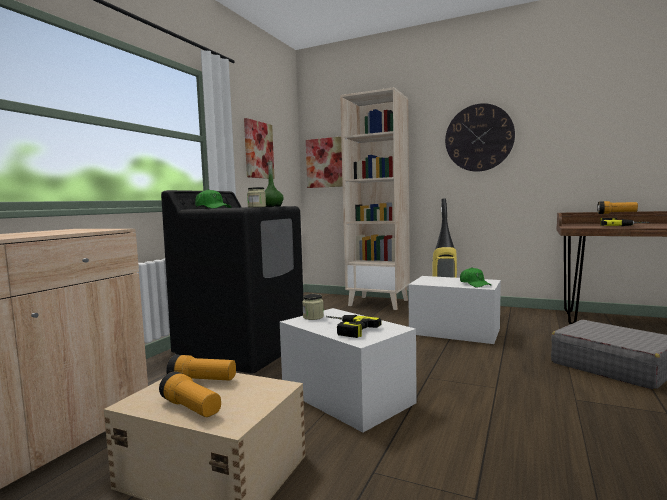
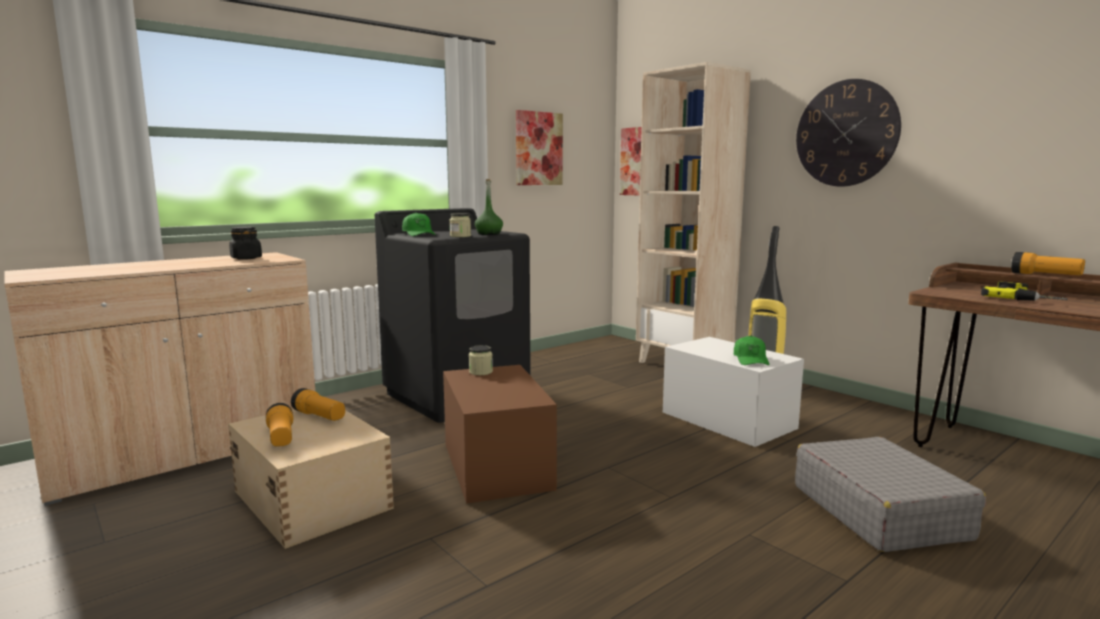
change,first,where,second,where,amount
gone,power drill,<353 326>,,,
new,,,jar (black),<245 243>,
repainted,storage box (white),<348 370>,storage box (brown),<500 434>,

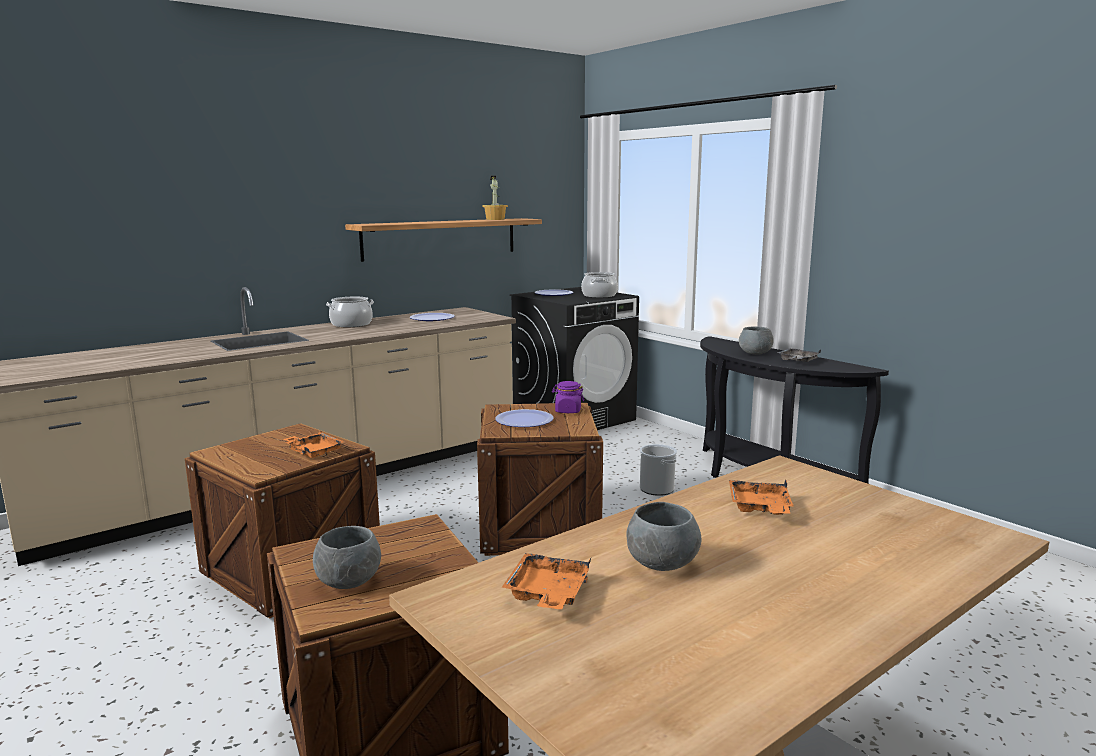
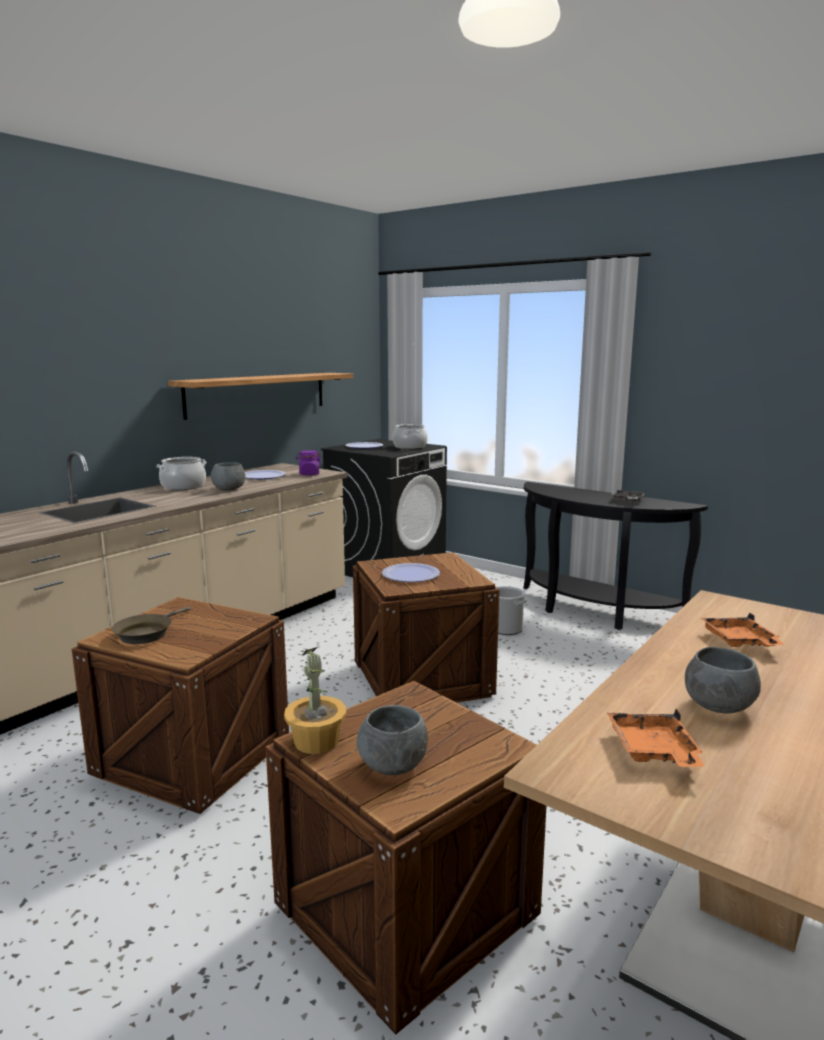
change,first,where,second,where,amount
gone,tray (orange),<313 445>,,,
new,,,frying pan (brown),<151 625>,
shifted,potted plant,<495 198>,,<315 700>,
shifted,jar (purple),<568 397>,,<309 463>,
shifted,bowl (grey),<756 340>,,<228 476>,

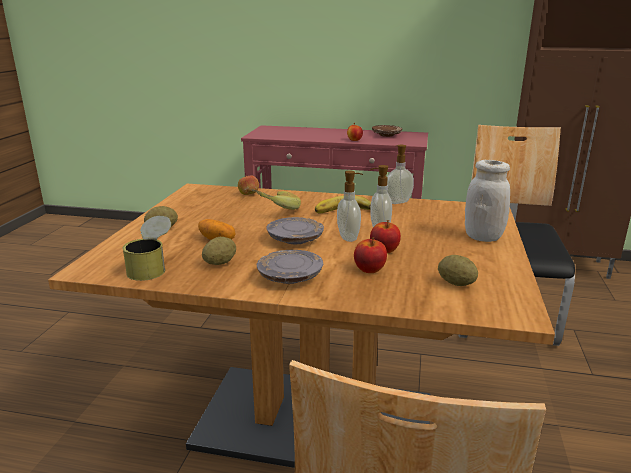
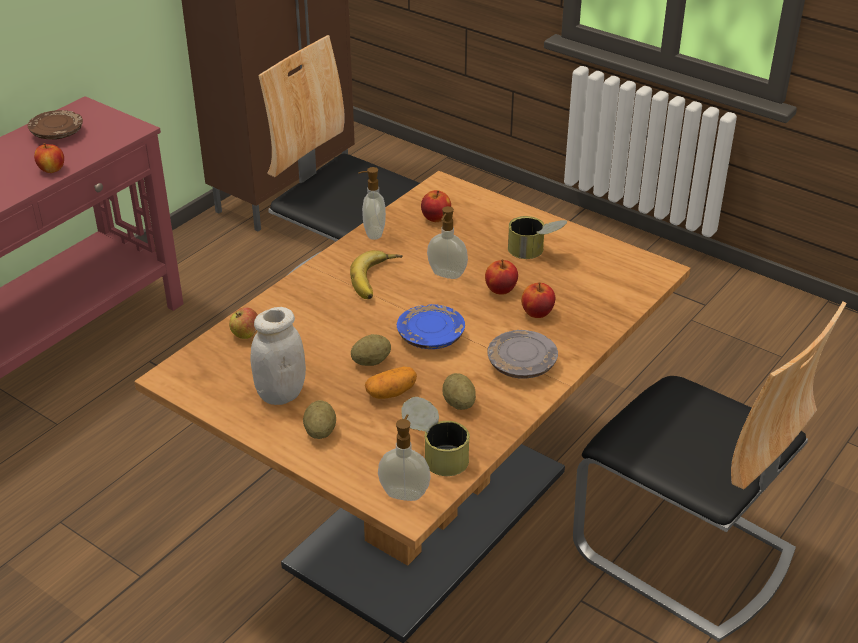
change,first,where,second,where,amount
gone,banana,<276 199>,,,
new,,,apple,<436 206>,
new,,,can,<537 237>,
shifted,soap dispenser,<350 206>,,<404 457>,
shifted,potato,<458 270>,,<371 350>,
shifted,jar (white),<487 201>,,<278 356>,
repainted,plate (grey),<295 231>,plate (blue),<431 326>,

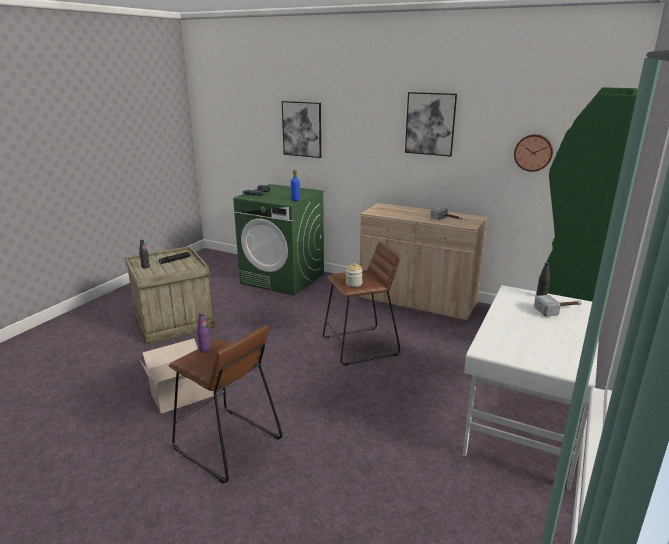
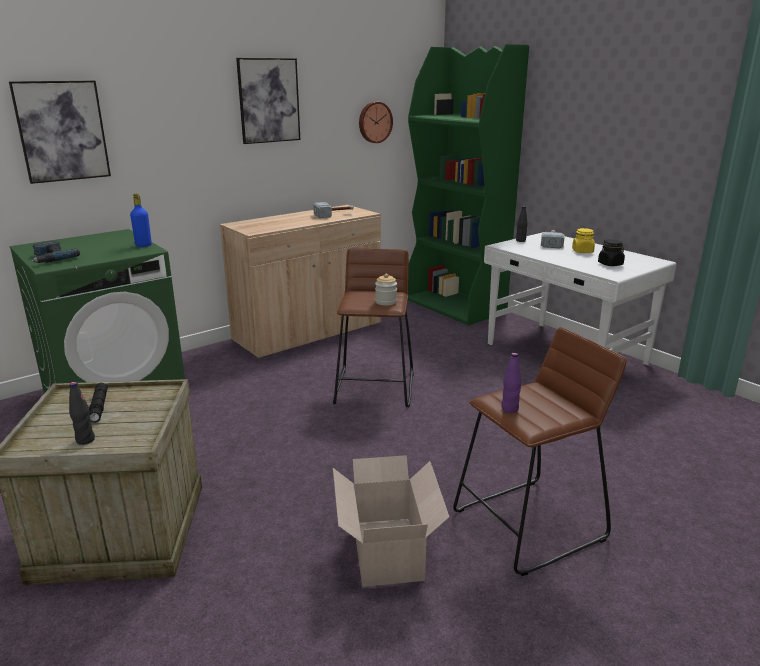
change,first,where,second,where,amount
new,,,jar (yellow),<583 240>,
new,,,jar (black),<611 253>,

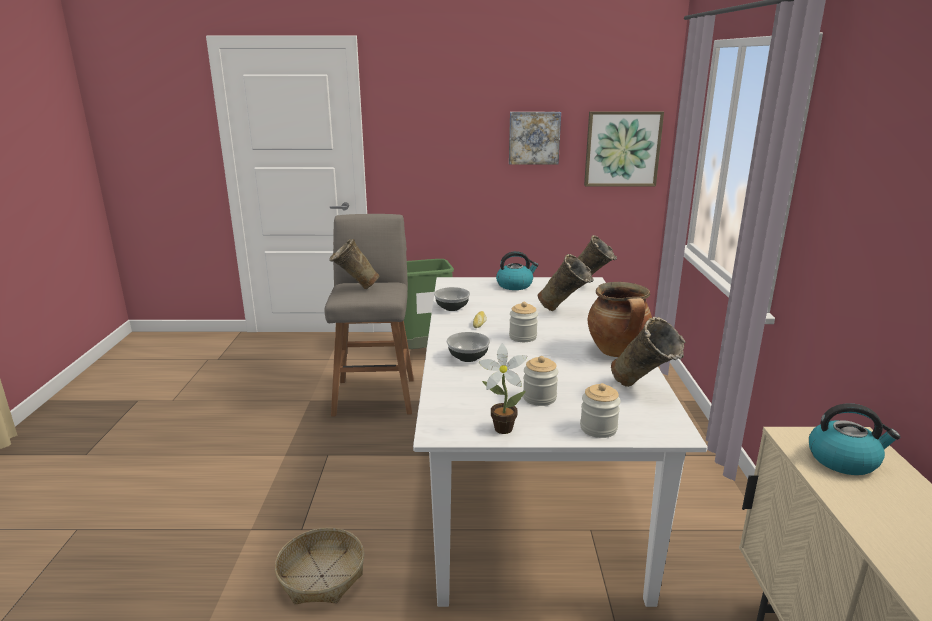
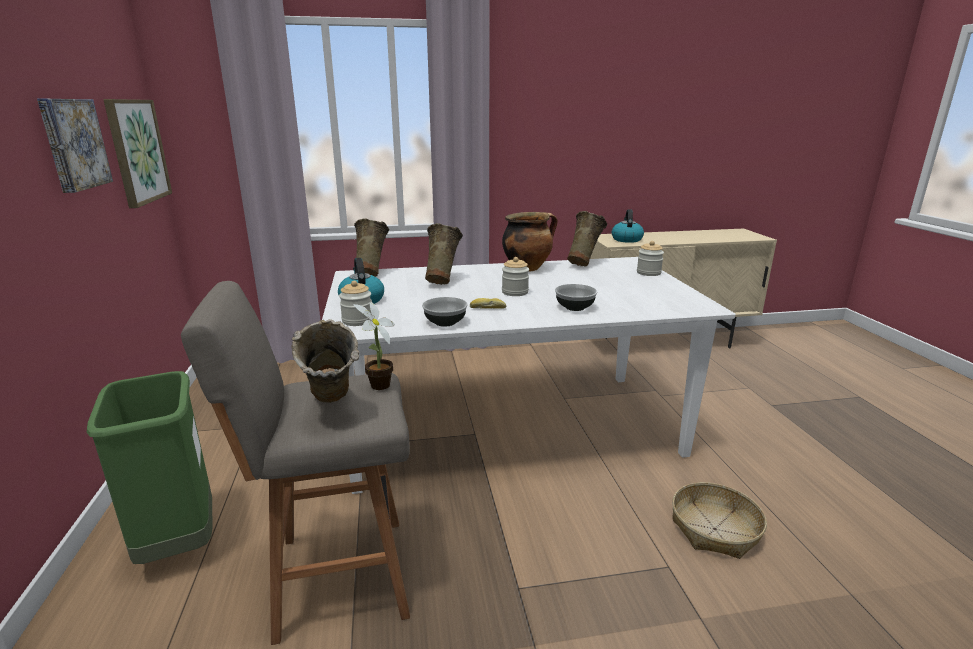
change,first,where,second,where,amount
shifted,potted plant,<503 389>,,<374 346>,
shifted,jar,<540 381>,,<355 303>,

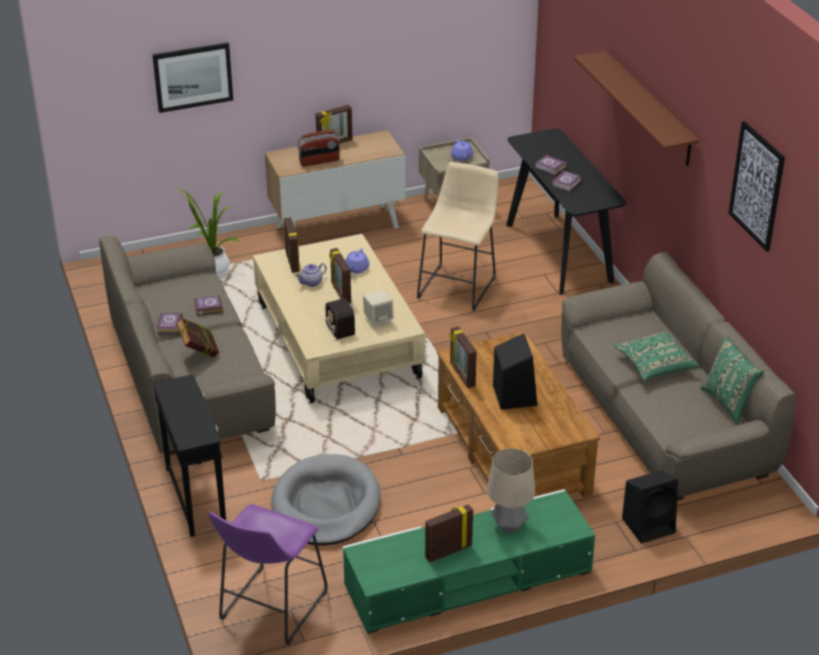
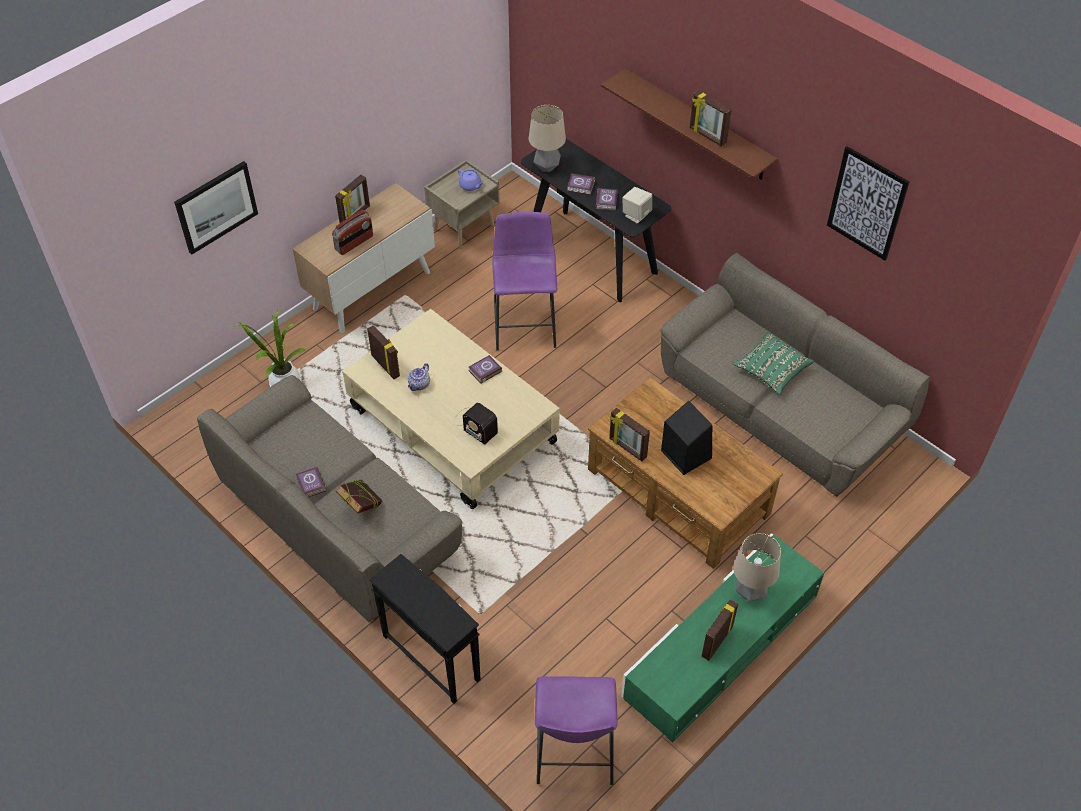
change,first,where,second,where,amount
gone,dog bed (grey),<326 500>,,,
gone,teapot (purple),<357 261>,,,
gone,speaker (black),<650 507>,,,
gone,pillow (green),<732 380>,,,
new,,,table lamp,<547 138>,
shifted,book,<208 305>,,<485 369>,
shifted,picture frame,<340 276>,,<711 118>,
shifted,speaker (beige),<378 309>,,<637 205>,
repainted,stool (beige),<457 236>,stool (purple),<524 281>,

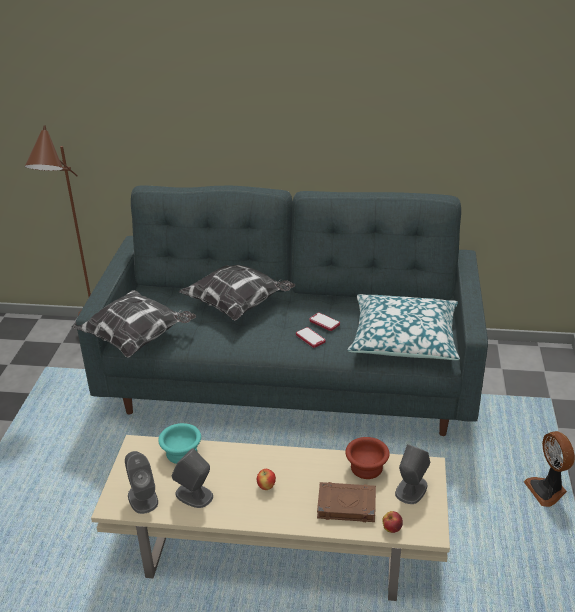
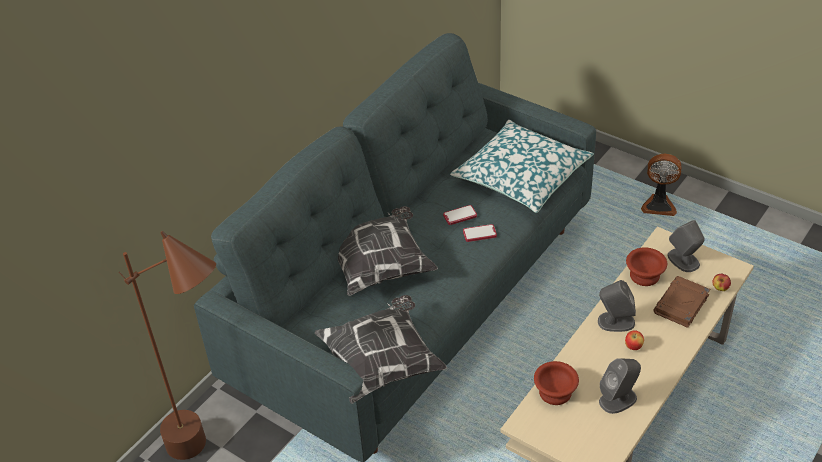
change,first,where,second,where,amount
shifted,speaker (grey),<141 482>,,<617 306>,
repainted,bowl (turquoise),<179 443>,bowl (brown),<556 383>,

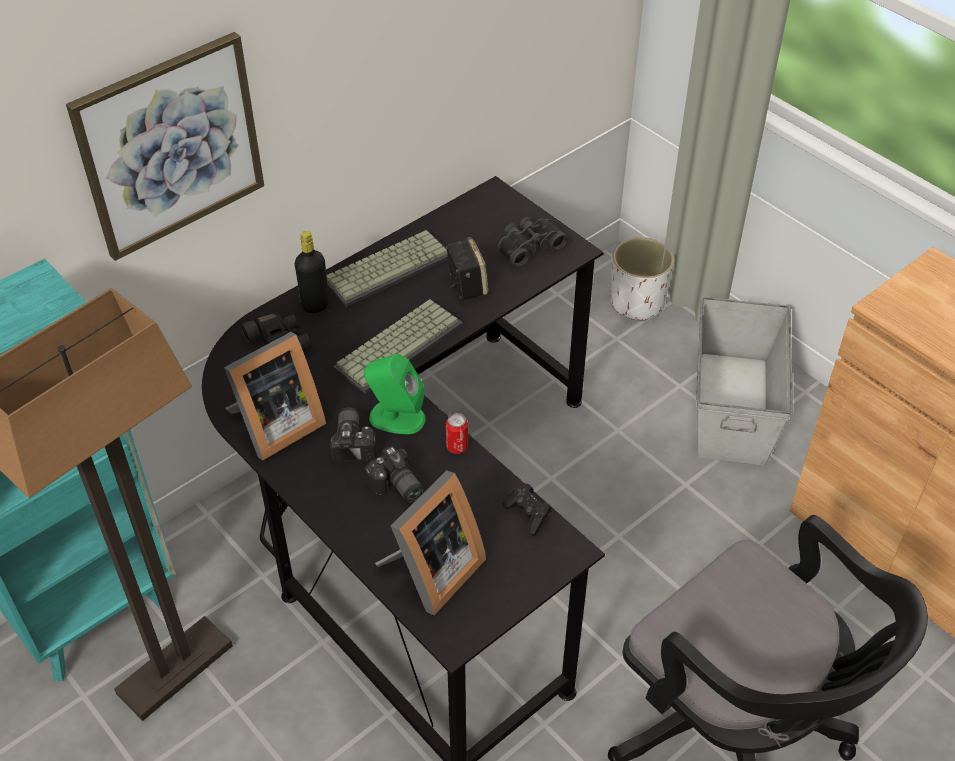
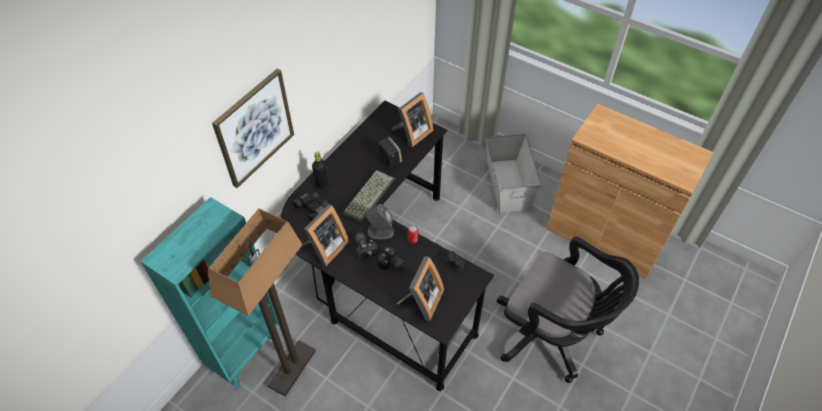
change,first,where,second,where,amount
gone,keyboard,<387 268>,,,
gone,planter (white),<642 279>,,,
swapped,binoculars (black),<533 242>,picture frame,<412 119>,
repainted,speaker (green),<395 394>,speaker (grey),<379 221>,

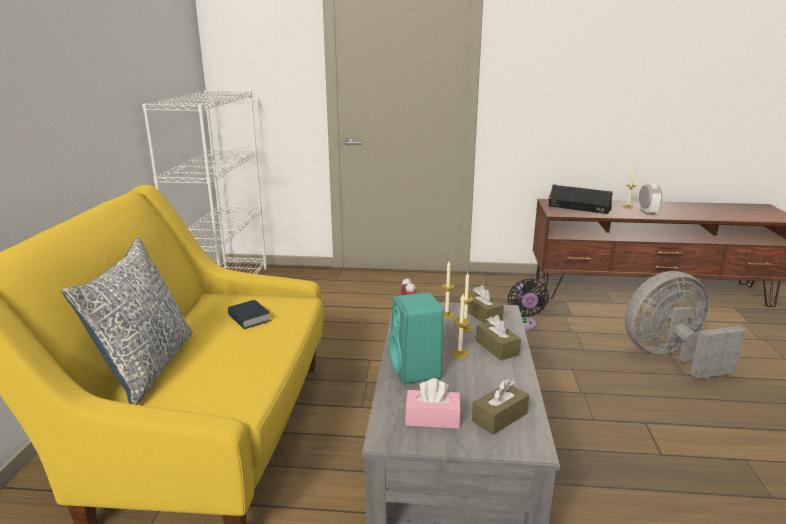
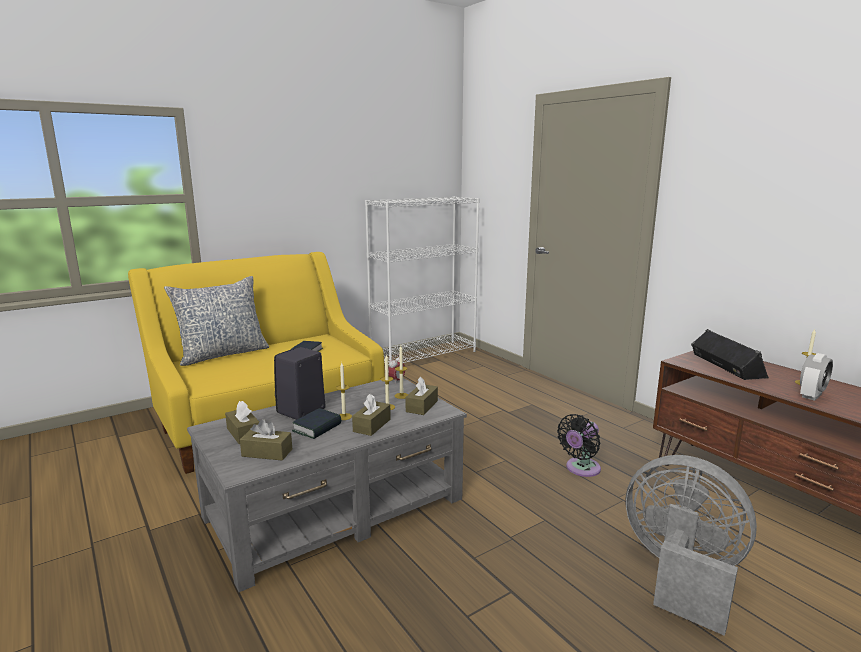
change,first,where,second,where,amount
new,,,book,<316 423>,
repainted,speaker (turquoise),<416 338>,speaker (black),<299 383>,
repainted,tissue box (pink),<433 403>,tissue box (brown),<242 422>,

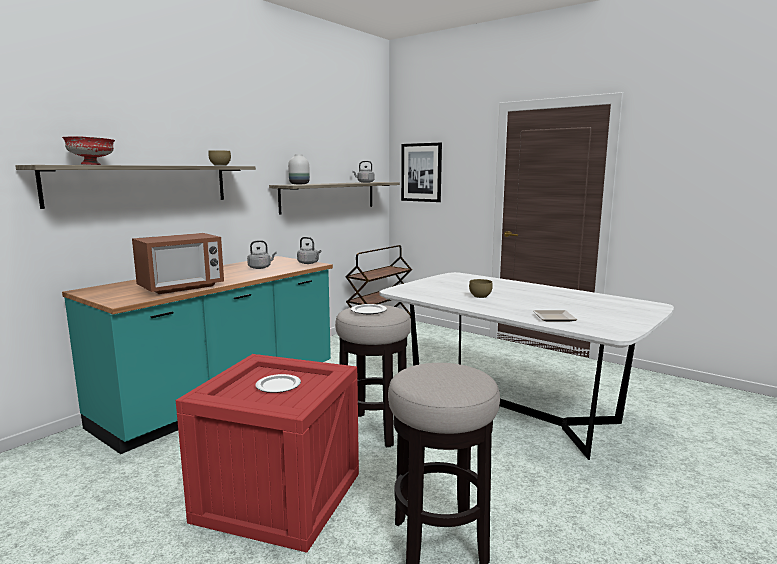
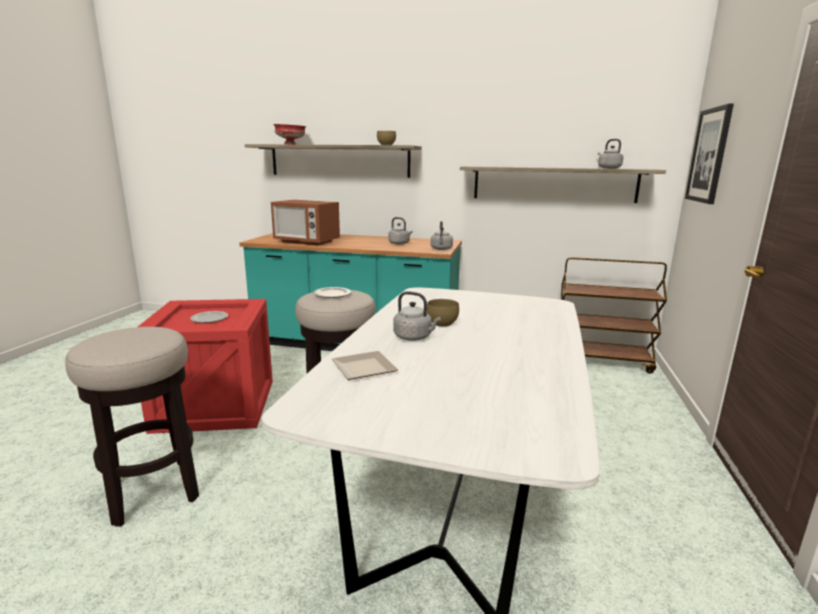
change,first,where,second,where,amount
gone,vase (white),<299 169>,,,
new,,,kettle (grey),<417 315>,

